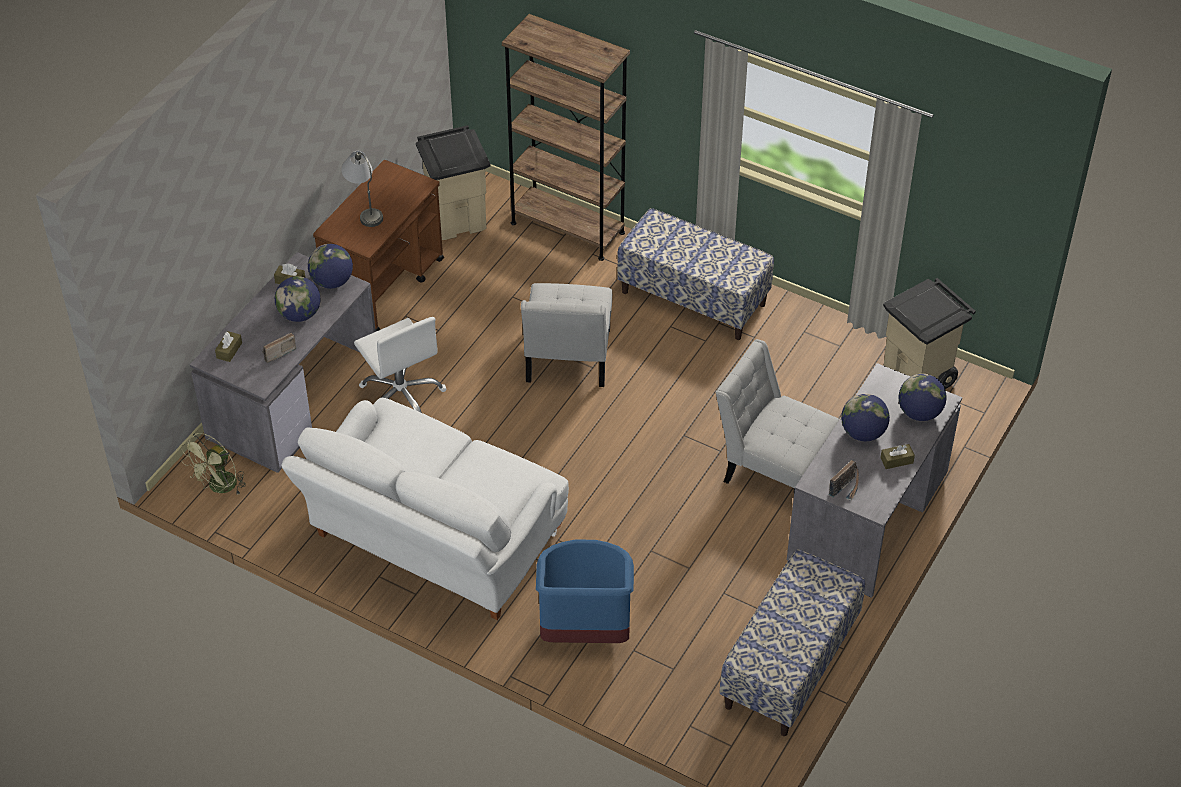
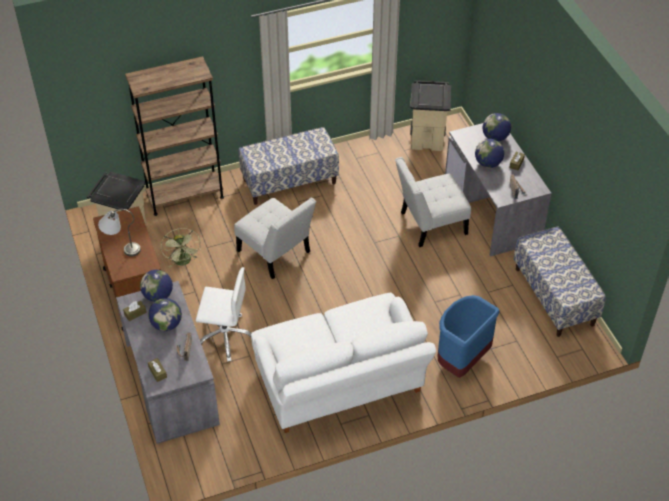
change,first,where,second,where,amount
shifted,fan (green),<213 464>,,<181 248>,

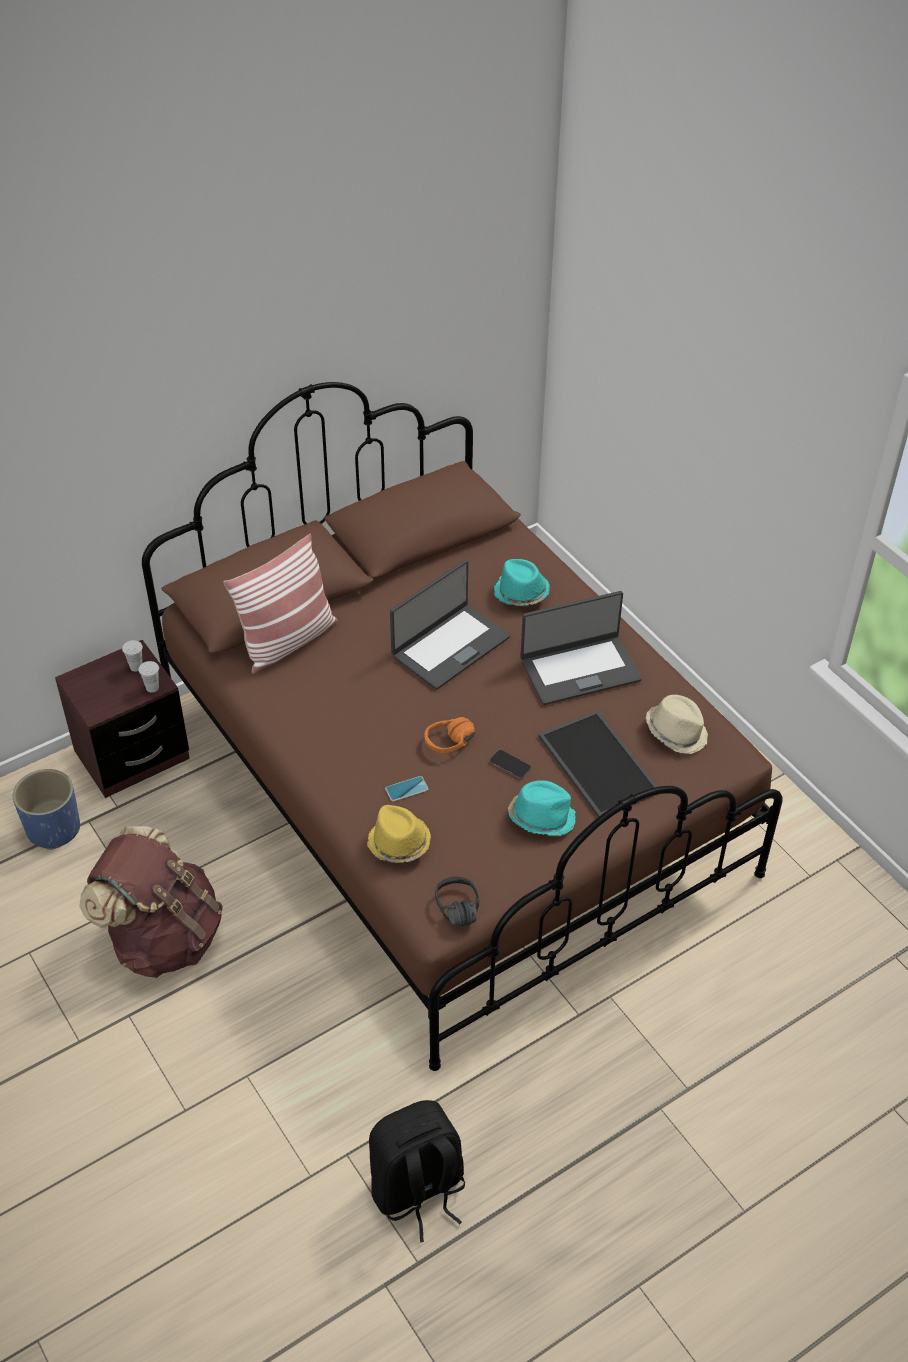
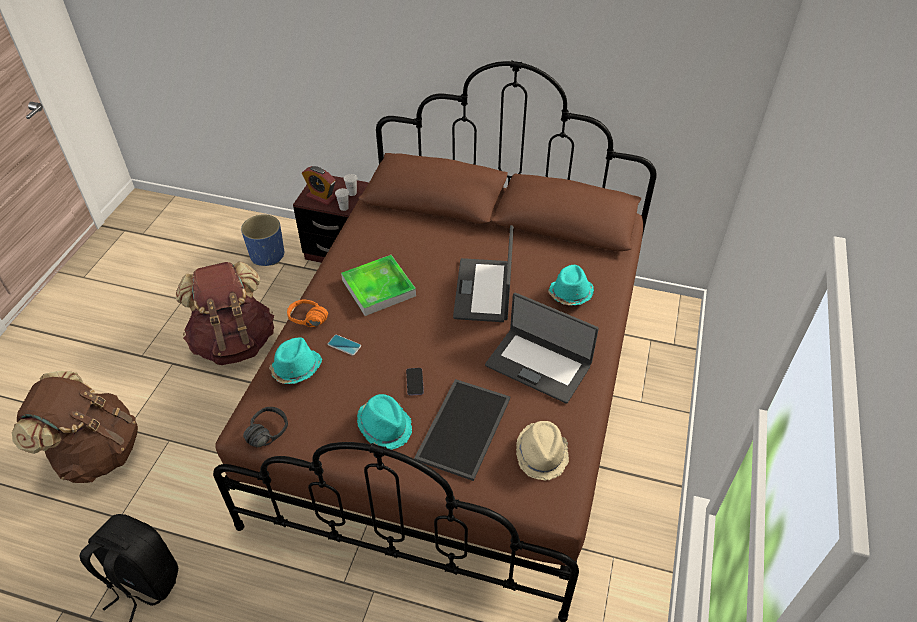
change,first,where,second,where,amount
gone,pillow,<280 604>,,,
new,,,backpack (brown),<75 427>,
new,,,alarm clock,<319 185>,
new,,,tray,<378 285>,
shifted,headphones (orange),<449 735>,,<307 313>,
repainted,hat (yellow),<399 834>,hat (turquoise),<295 360>,
rotated,laptop,<450 625>,,<483 273>,90 degrees clockwise

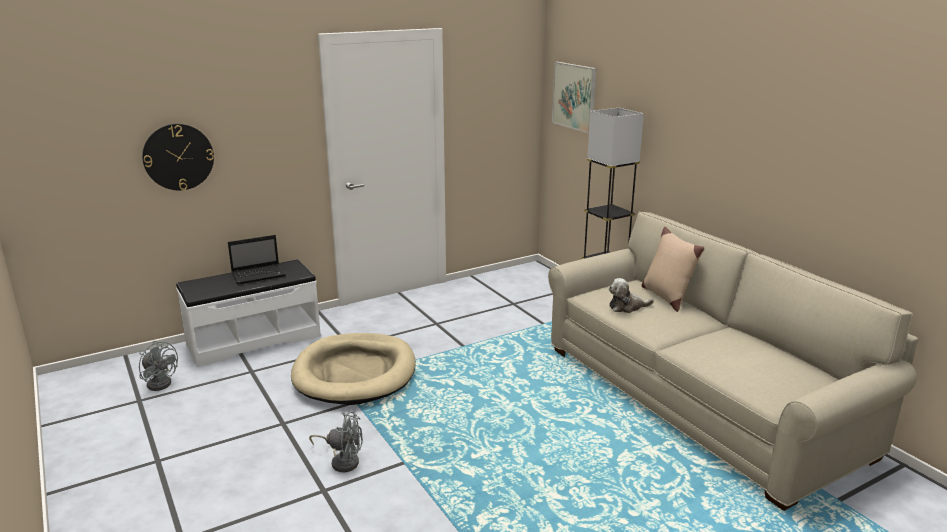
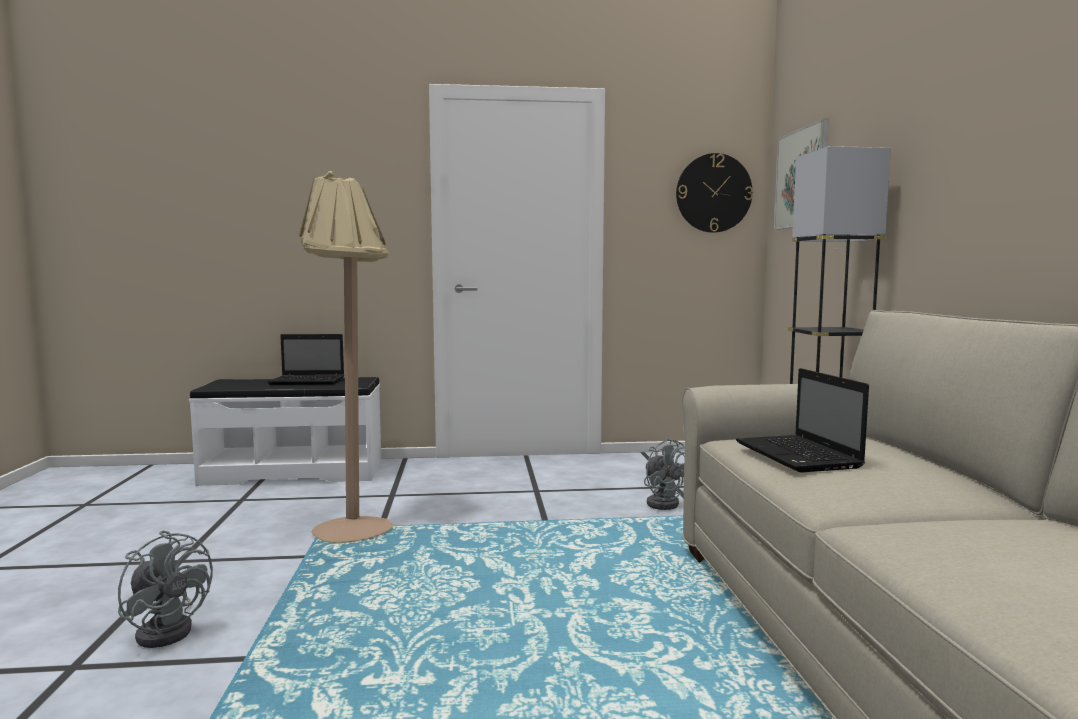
change,first,where,second,where,amount
gone,pillow (beige),<673 269>,,,
shifted,fan (grey),<158 366>,,<664 473>,
shifted,wall clock,<178 157>,,<714 193>,
swapped,dog bed (beige),<353 369>,floor lamp (beige),<346 357>,
swapped,plush toy,<631 295>,laptop,<802 420>,

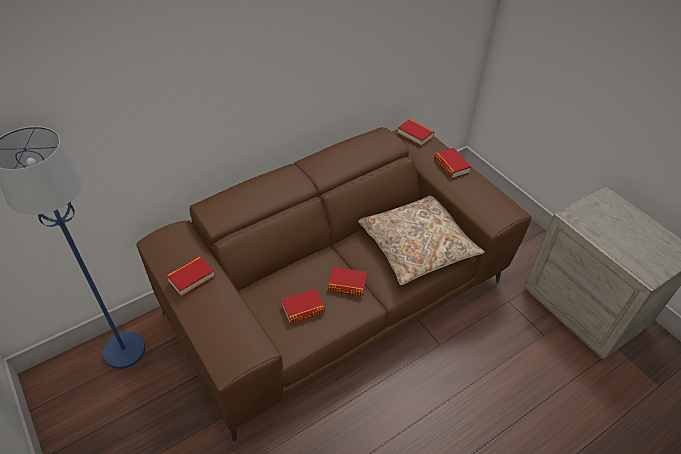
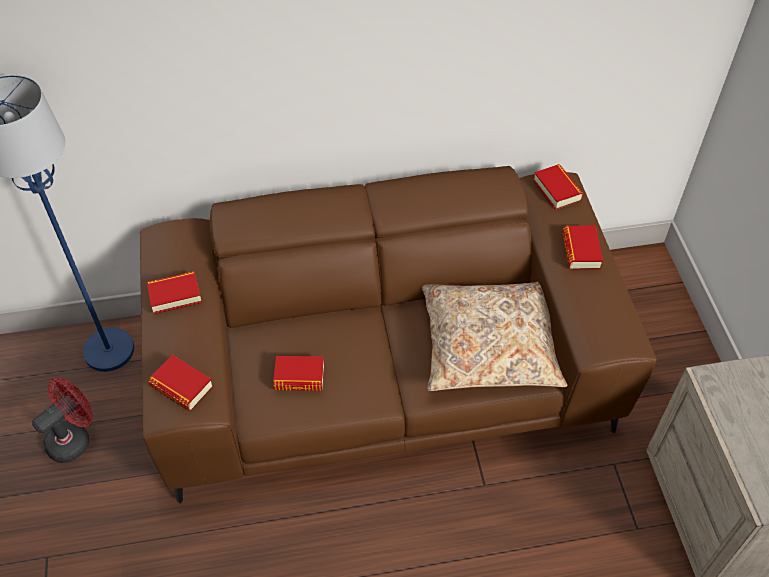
change,first,where,second,where,amount
new,,,fan (red),<62 420>,
shifted,book,<347 281>,,<180 383>,

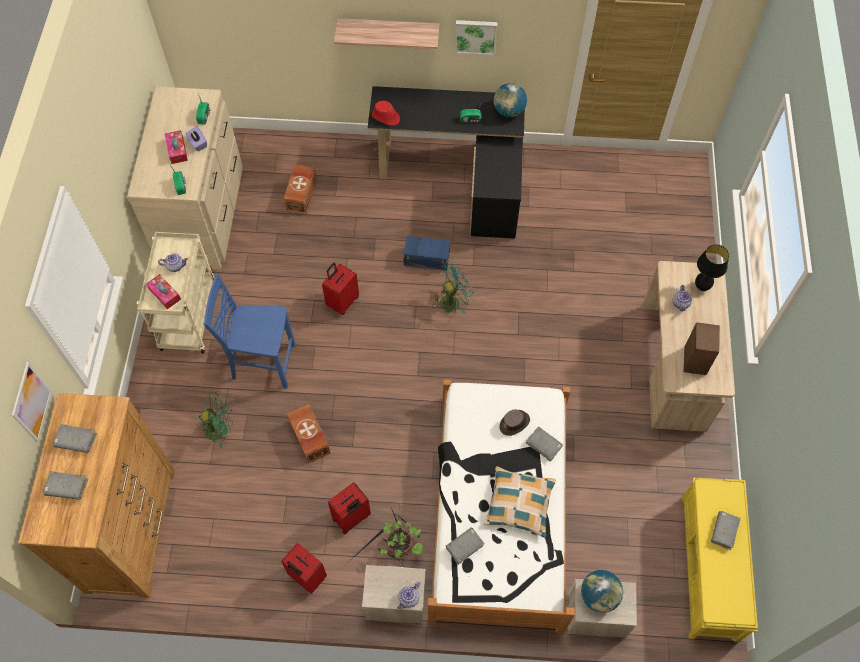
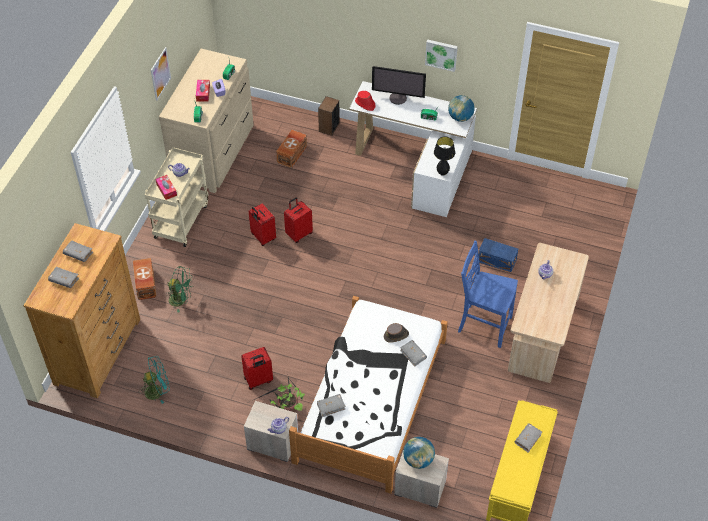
change,first,where,second,where,amount
gone,shelf,<386 33>,,,
gone,pillow,<520 502>,,,
new,,,monitor,<399 85>,
shifted,picture,<32 402>,,<161 74>,
shifted,chair (blue),<249 331>,,<488 294>,
shifted,suitcase (red),<304 568>,,<262 225>,
shifted,storage box (brown),<308 433>,,<145 279>,
shifted,storage box (blue),<426 253>,,<498 255>,
shifted,fan (turquoise),<453 288>,,<155 380>,
shifted,speaker,<702 348>,,<329 116>,
shifted,table lamp (black),<712 268>,,<444 156>,
repainted,desk (black),<446 162>,desk (white),<413 149>,

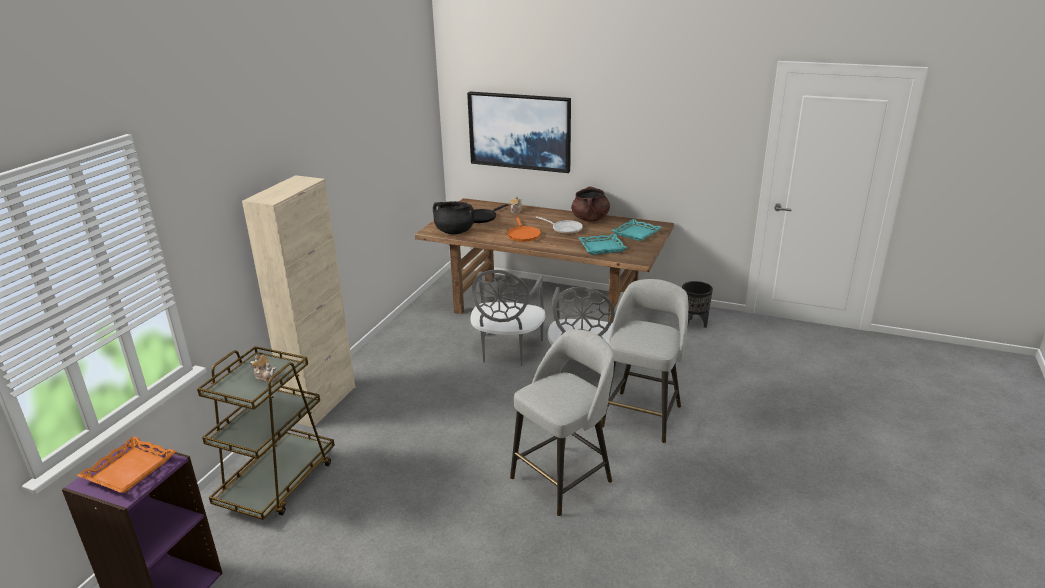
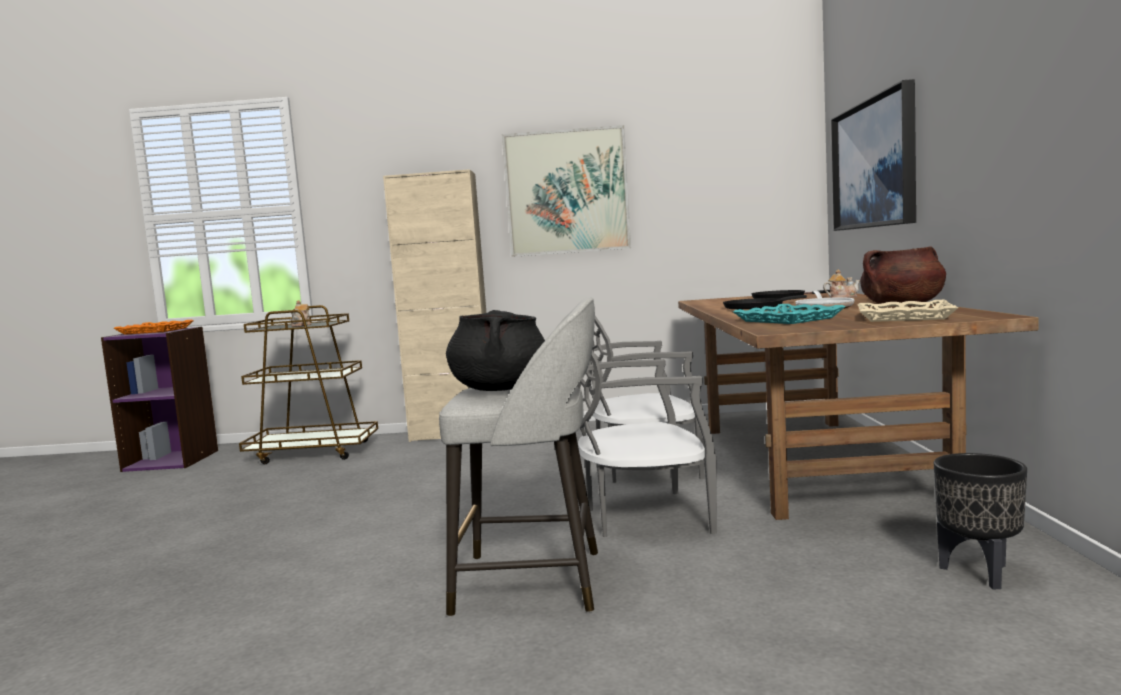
change,first,where,second,where,amount
gone,stool (grey),<562 422>,,,
new,,,picture,<566 191>,
shifted,cooking pot (black),<453 217>,,<495 350>,
repainted,frying pan (orange),<524 229>,frying pan (black),<765 302>,
repainted,tray (turquoise),<636 230>,tray (beige),<907 310>,

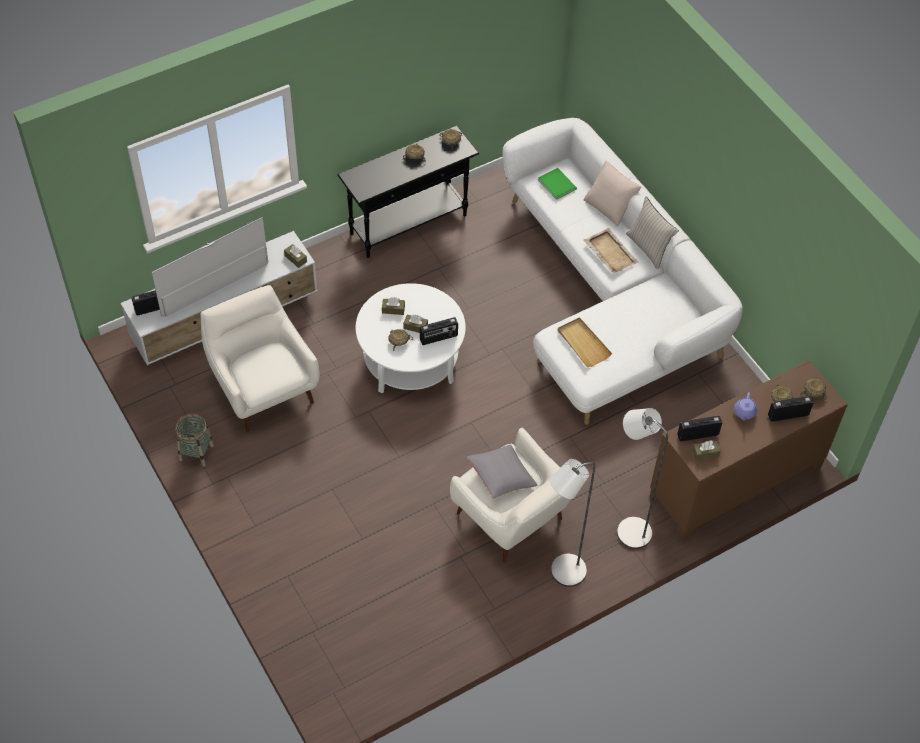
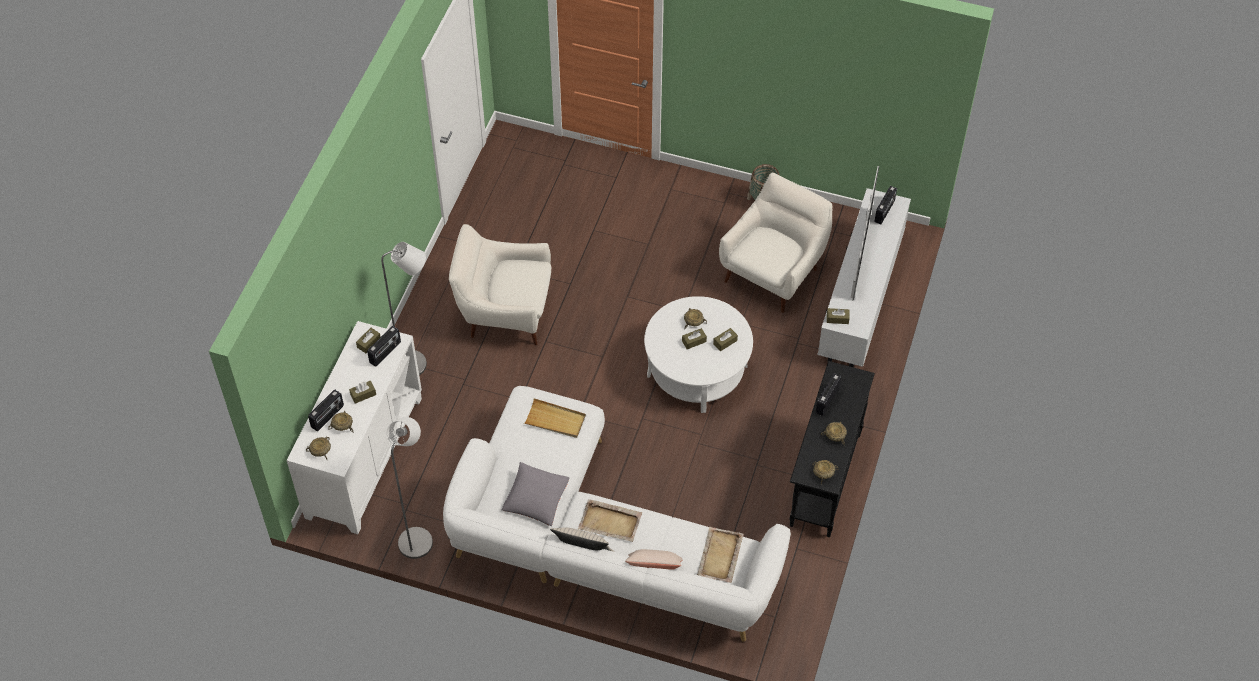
change,first,where,second,where,amount
shifted,radio,<439 331>,,<828 394>,
shifted,pillow (grey),<502 472>,,<535 494>,
shifted,floor lamp (grey),<573 523>,,<410 488>,
swapped,book (green),<557 184>,tray (beige),<720 555>,
swapped,teapot (purple),<745 406>,tissue box (brown),<362 392>,
repainted,cabinet (brown),<749 450>,cabinet (white),<354 427>,
rotated,armchair (white),<259 358>,,<775 243>,75 degrees counterclockwise

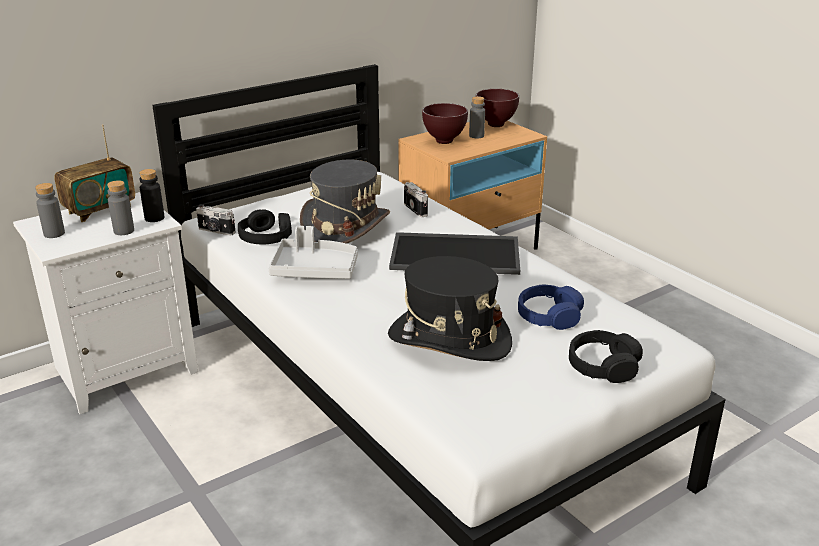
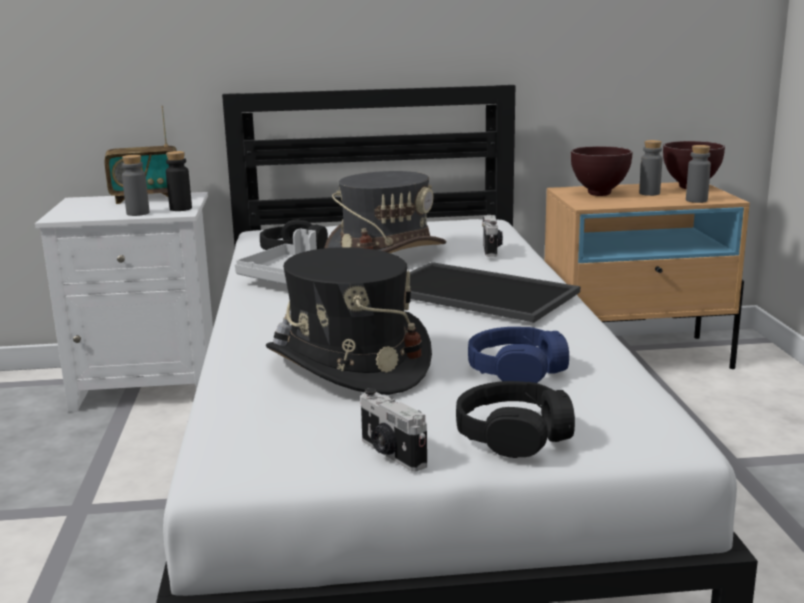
change,first,where,second,where,amount
shifted,bottle (grey),<50 210>,,<698 174>,
shifted,photo camera,<216 220>,,<393 429>,

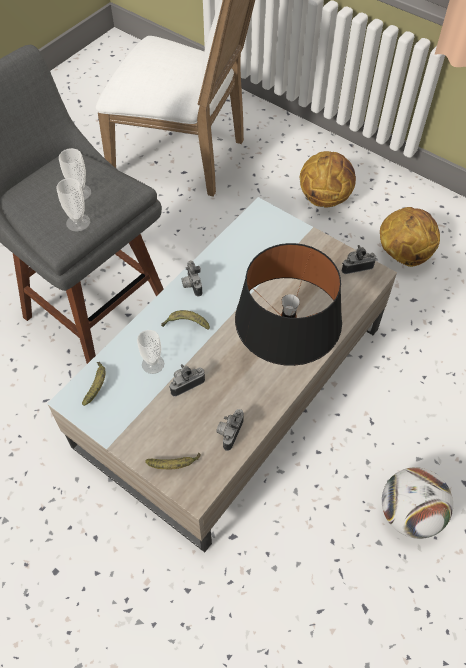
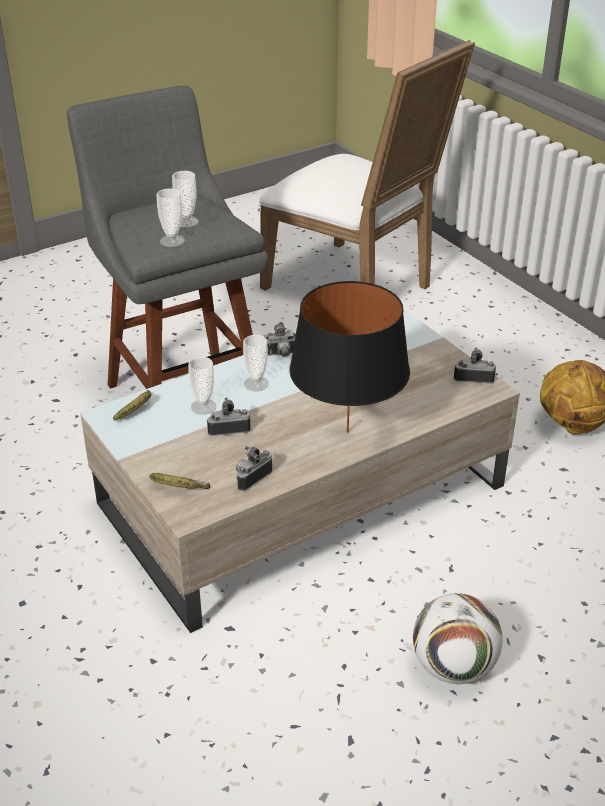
change,first,where,second,where,amount
gone,basketball,<328 179>,,,
swapped,banana,<185 320>,cup,<256 363>,
rotated,photo camera,<192 278>,,<279 339>,105 degrees counterclockwise

